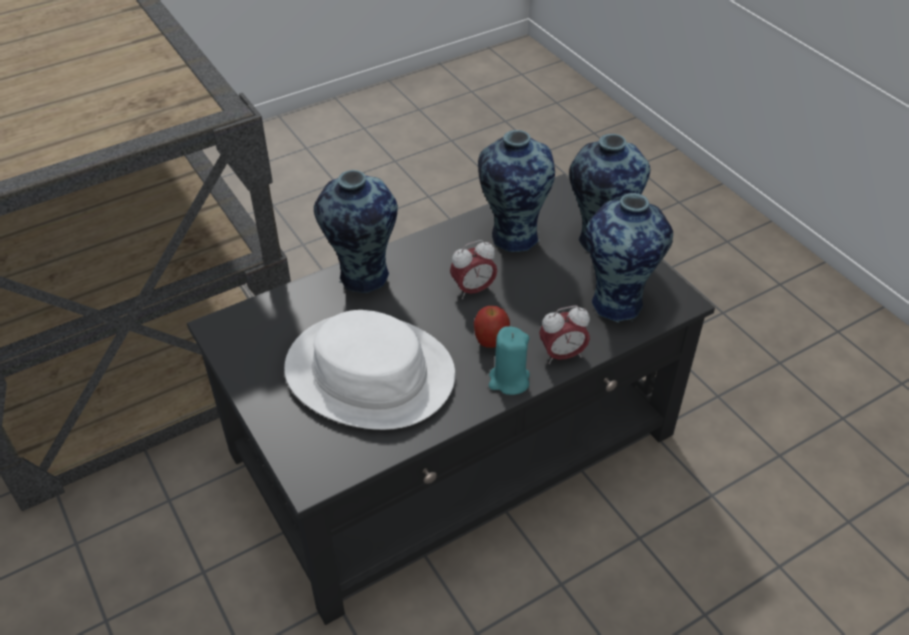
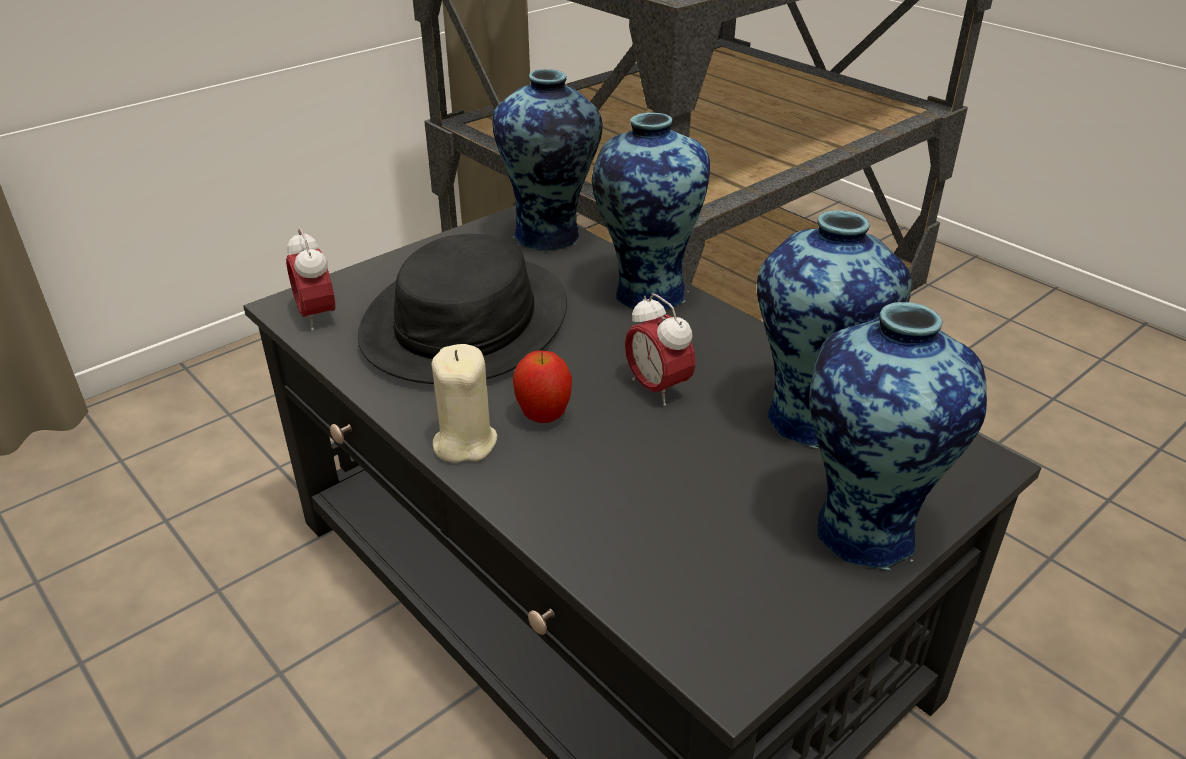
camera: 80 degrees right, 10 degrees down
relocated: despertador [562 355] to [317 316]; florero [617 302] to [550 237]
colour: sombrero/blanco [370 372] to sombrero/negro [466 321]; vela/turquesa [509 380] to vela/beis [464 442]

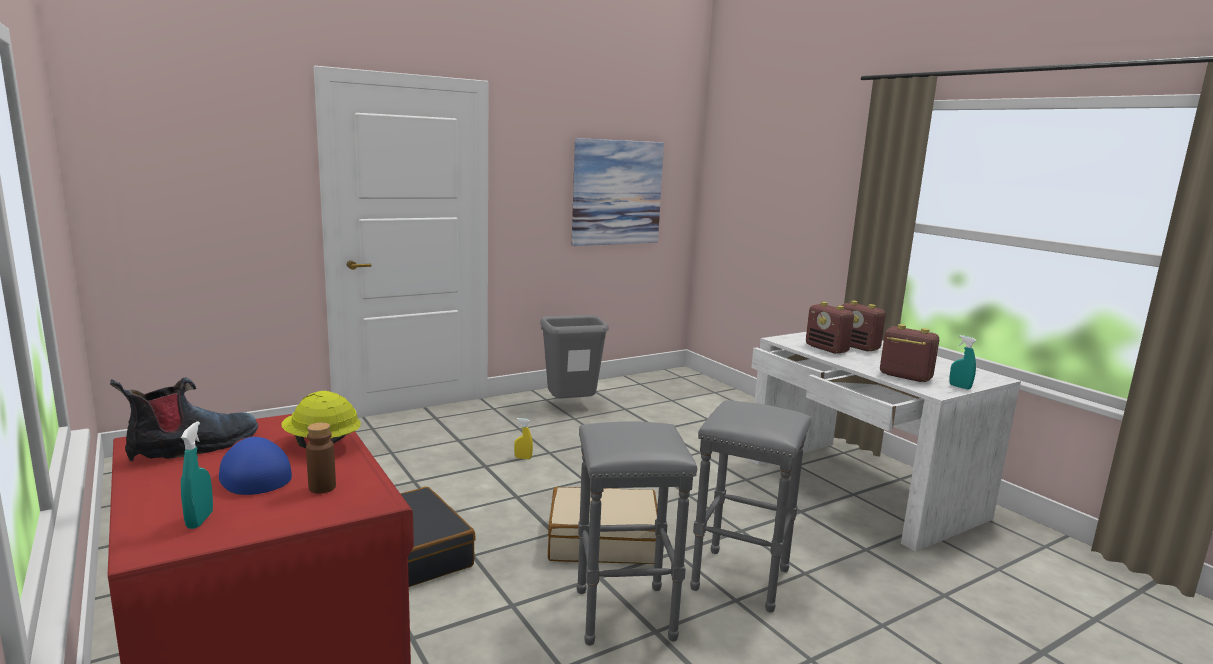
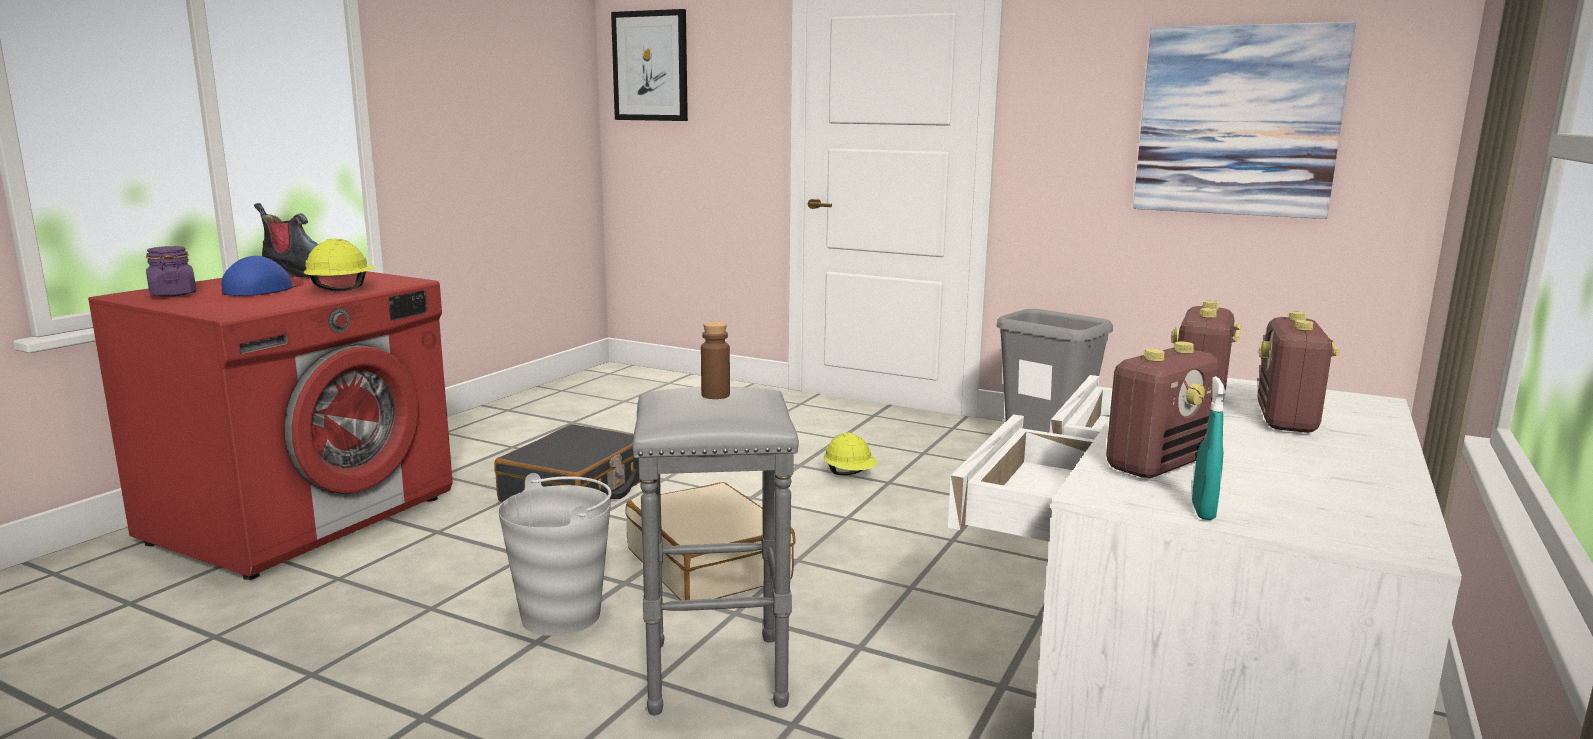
camera: 60 degrees right, 0 degrees up
appeared: cuadro [650 66]
relocated: botella/marrón [322 487] to [715 395]
exchanged: pulverizador/turquesa [199 520] to tarro/morado [173 294]; pulverizador/amarillo [523 458] to casco/amarillo [850 475]; taburete/gris [626 612] to cubo/gris [562 615]
spun: radio [904 376] = [1157 464] 45 degrees clockwise

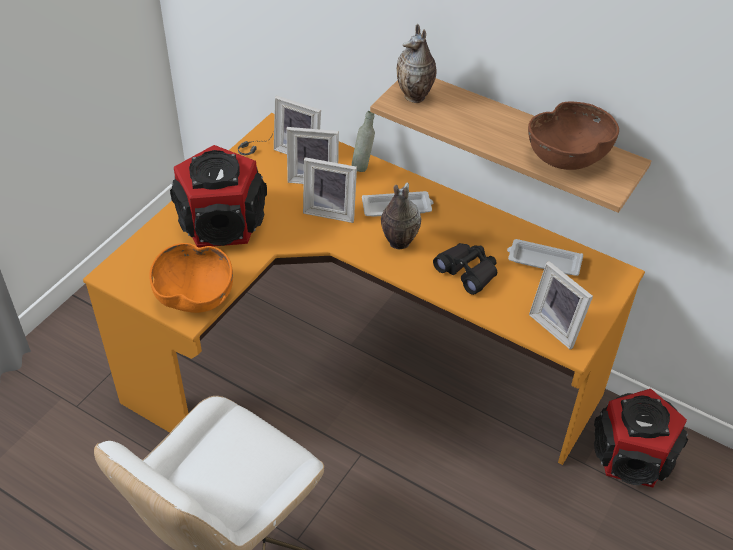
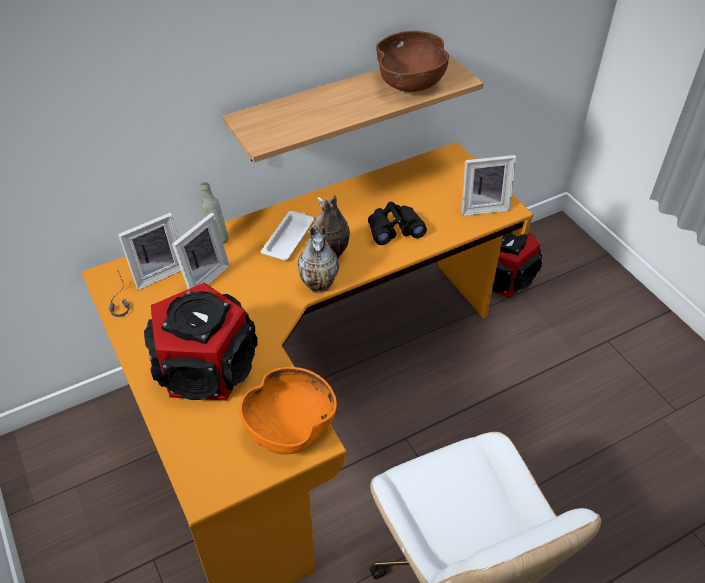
camera: 60 degrees left, 0 degrees up
missing: portarretratos [331 210]; bandeja/blanco [543 261]
relocated: florero [416 97] to [320 285]

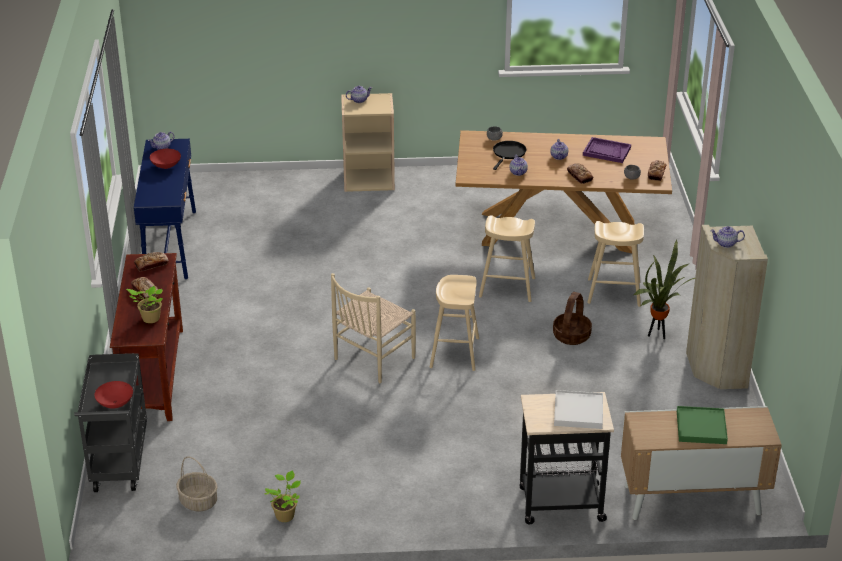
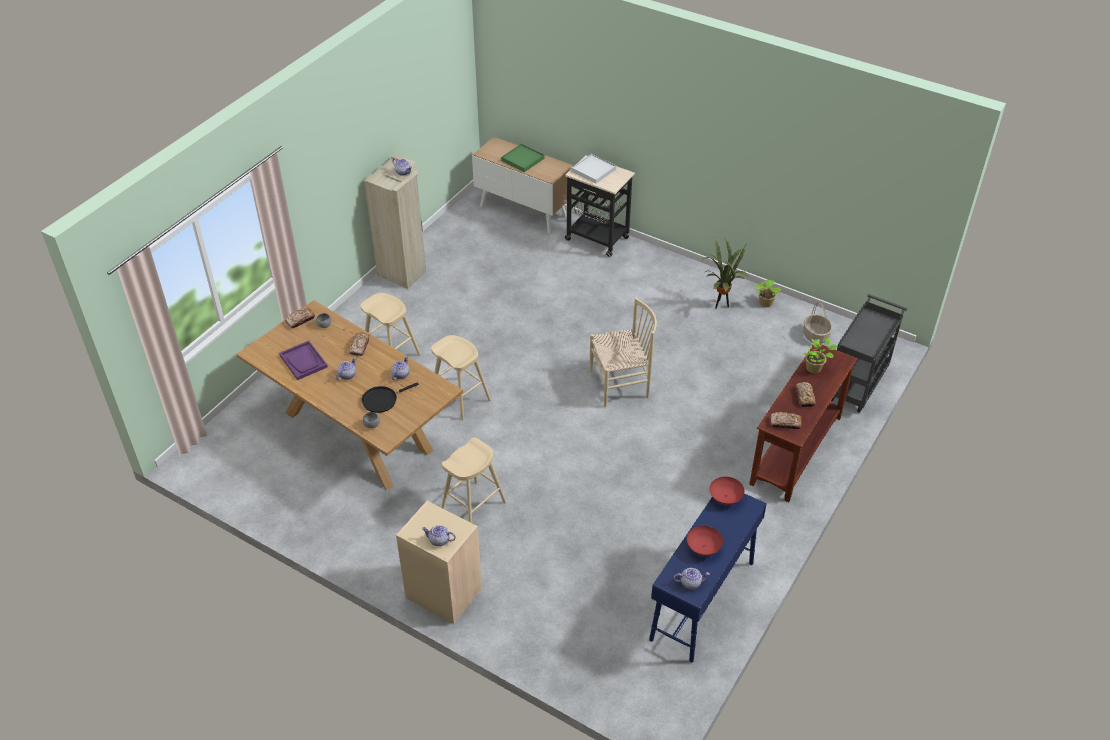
camera: 145 degrees left, 10 degrees up
missing: cesta [571 336]
relocated: cuenco/rojo [116 404] to [725 498]; taburete/beis [454 353] to [473 506]; planta en maceta [657 334] to [720 305]

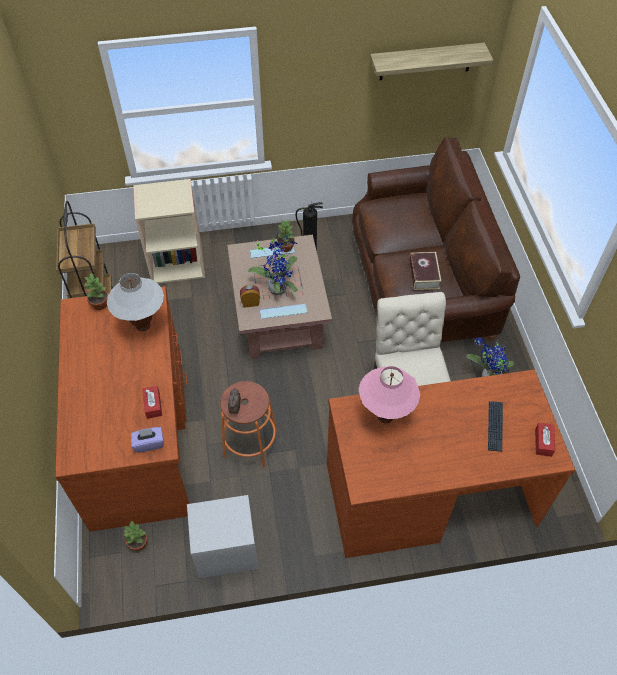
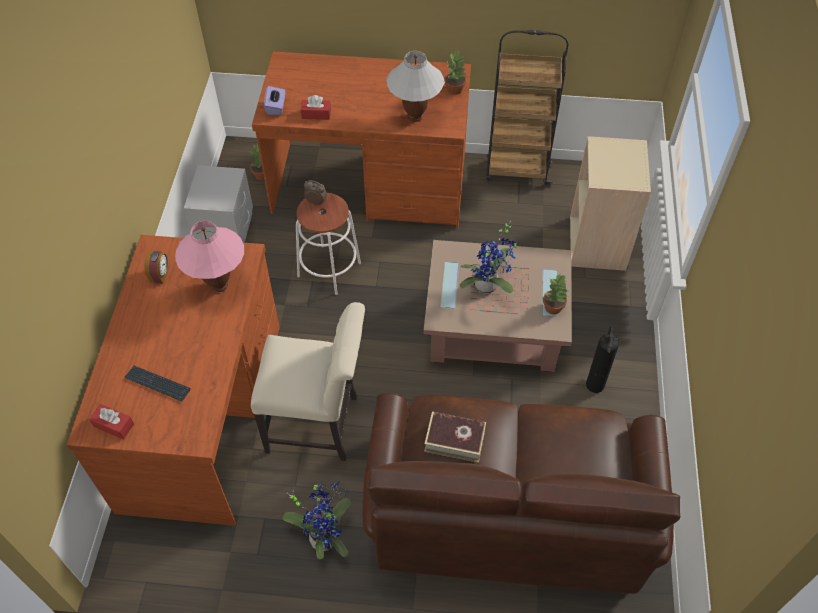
camera: 105 degrees right, 0 degrees up
missing: estante [425 61]
relocated: despertador [250 302] to [160 275]
colour: taburete/naranja [250 443] to taburete/blanco [329 269]

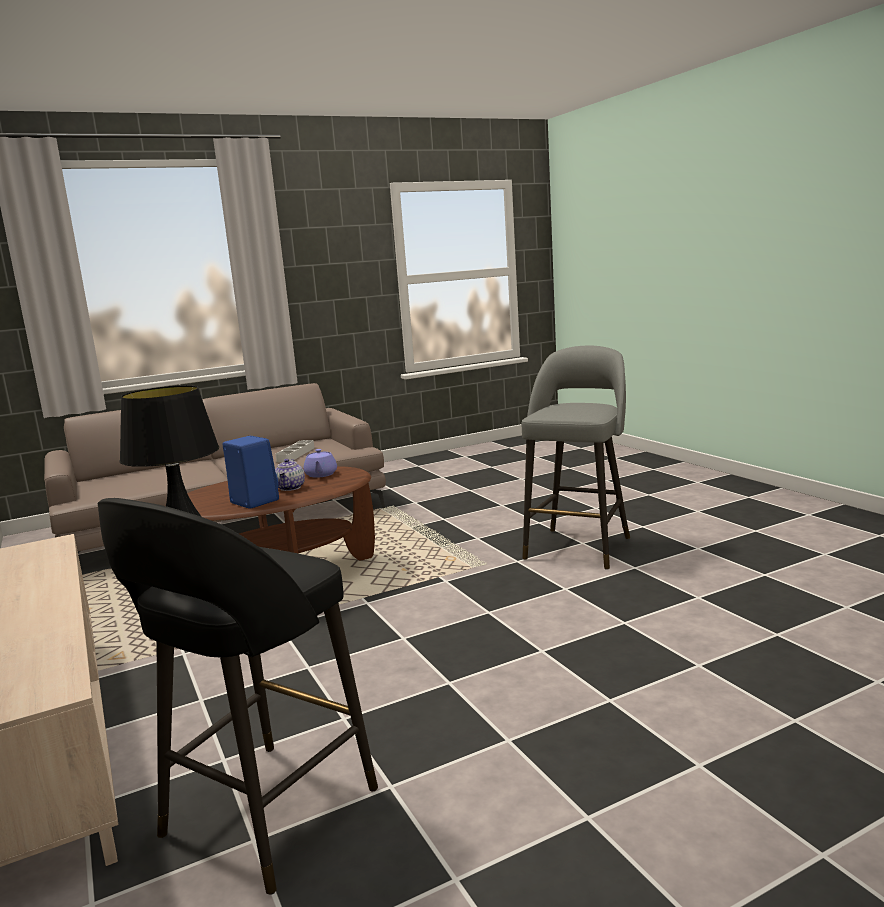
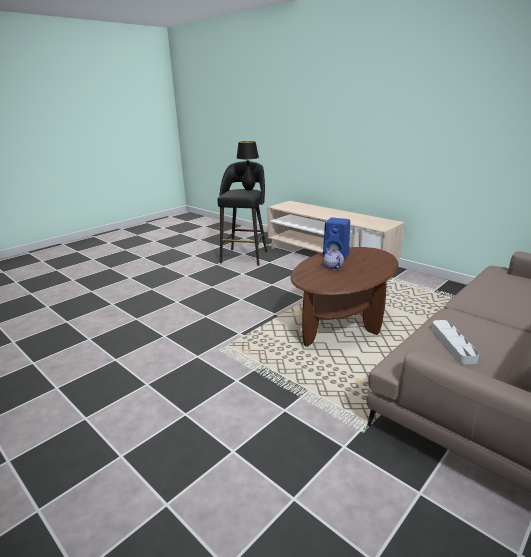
camera: 160 degrees right, 10 degrees up
missing: tetera/morado [321 475]; taburete/gris [579 547]

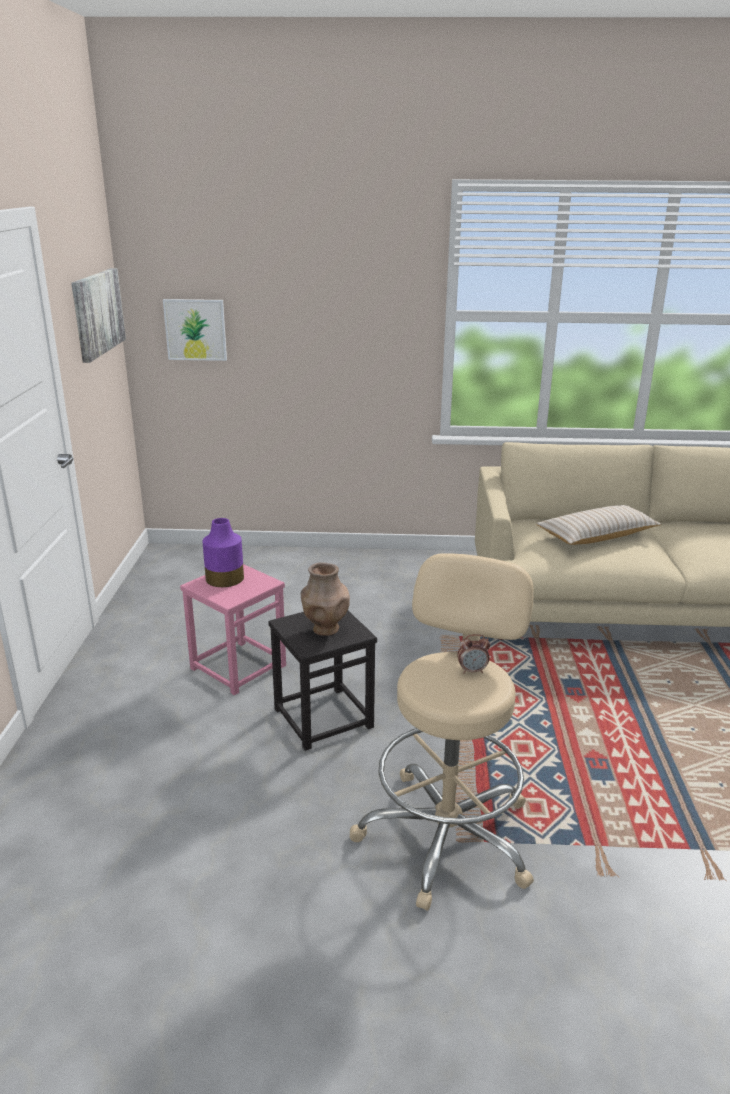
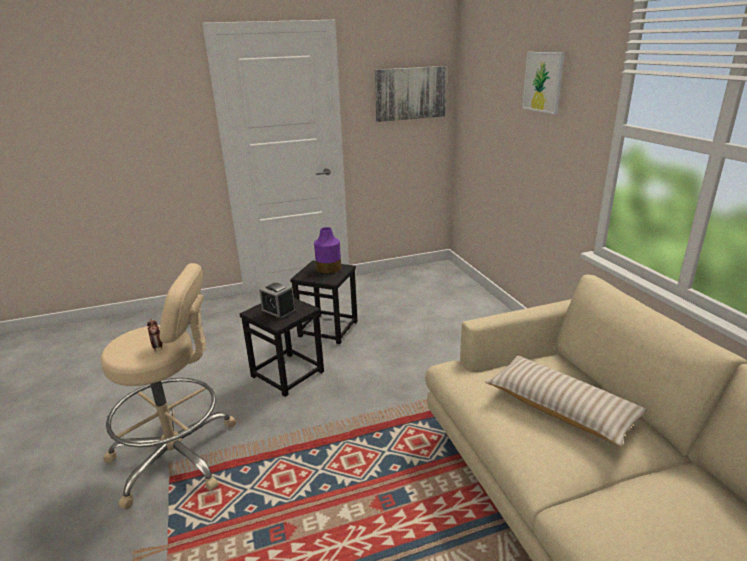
camera: 70 degrees right, 0 degrees up
relocated: cuadro [195 329] to [543 82]
exchanged: florero/marrón [325 629] to despertador [278 311]
colour: taburete/rosa [238 667] to taburete/negro [328 329]

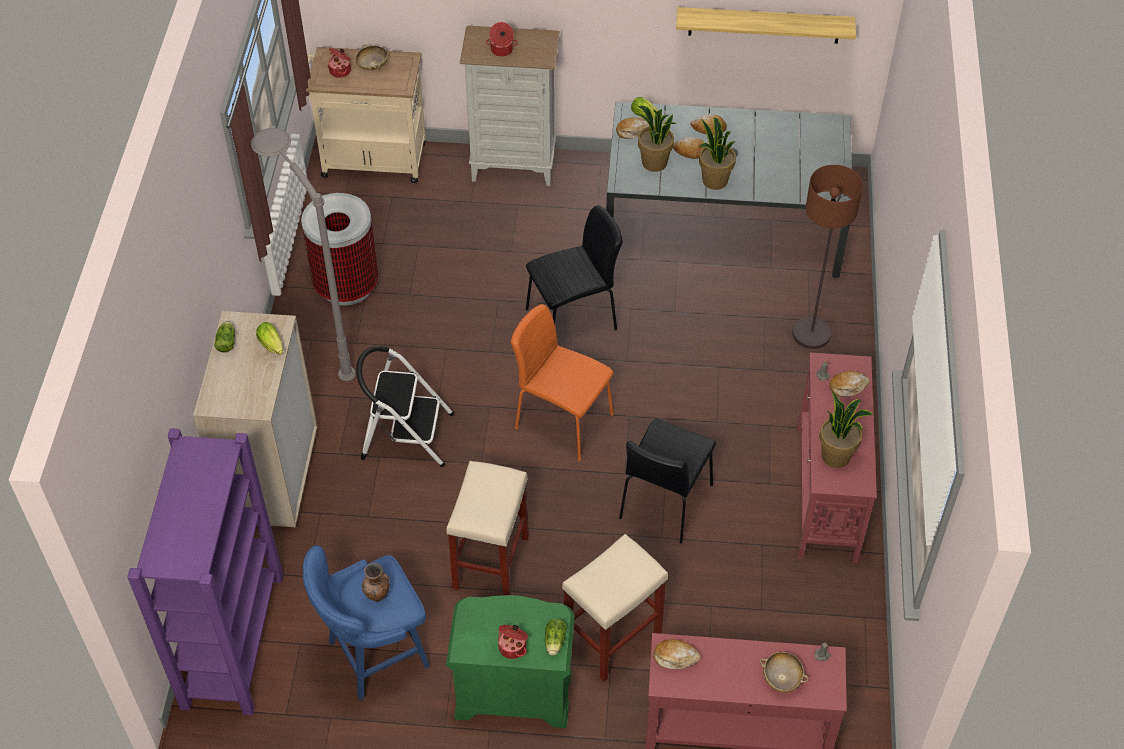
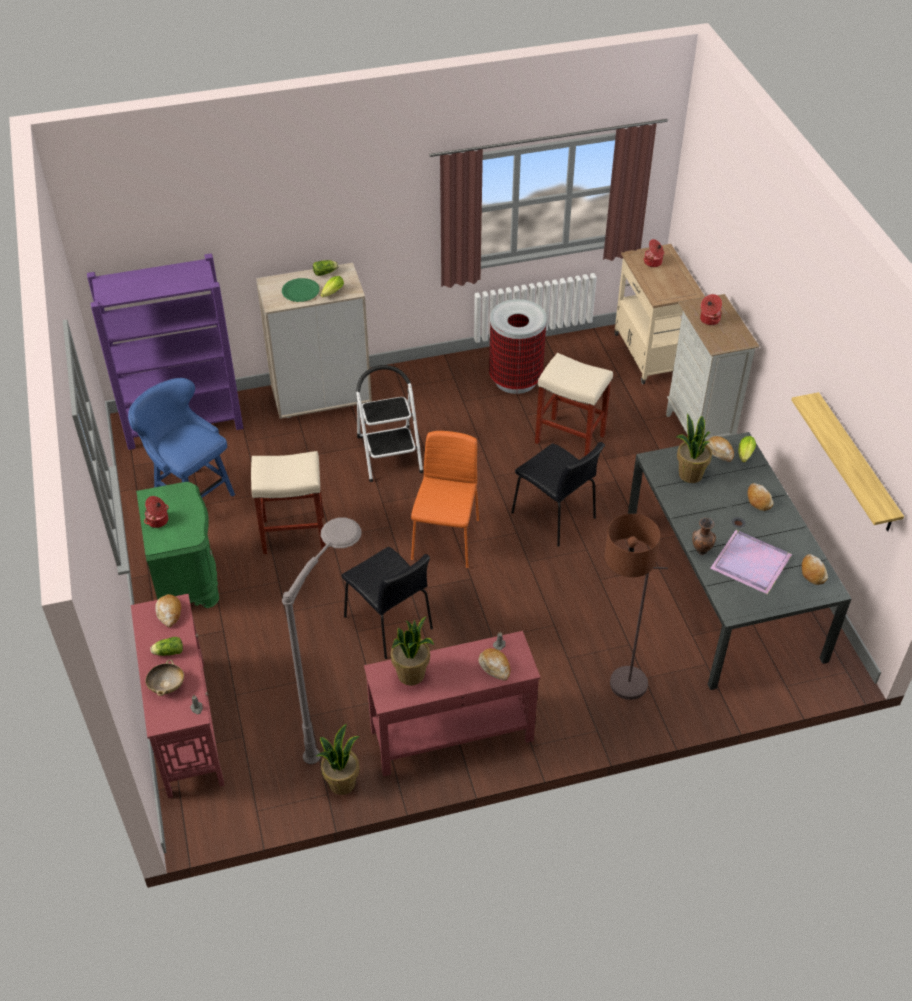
camera: 70 degrees right, 5 degrees down
missing: cuenco/beis [372 66]
appeared: plato/verde [300 291]; bandeja/morado [751 564]
relocated: lámpara de pie/gris [317 340] to [344 717]; florero/marrón [378 597] to [700 551]; lechuga [554 642] to [167 652]; taburete/beis [612 637] to [571 439]; pan [690 151] to [812 572]; planta en maceta [714 181] to [341 783]
spun: silla/negro [664 504] = [390 624] 135 degrees counterclockwise

